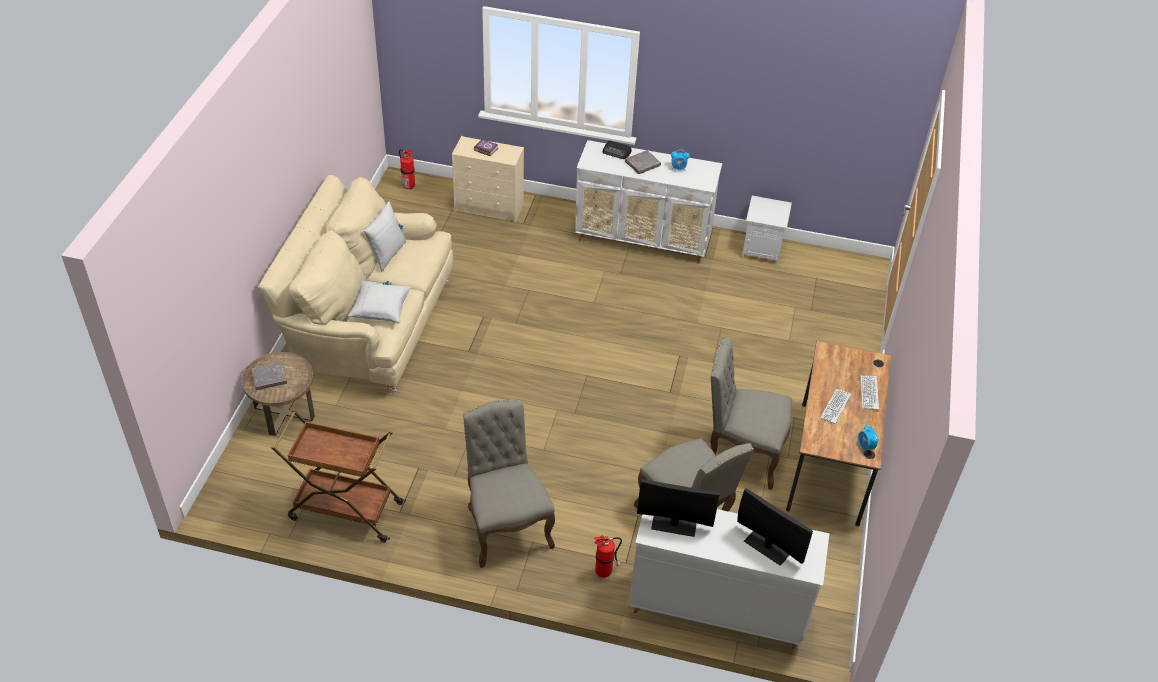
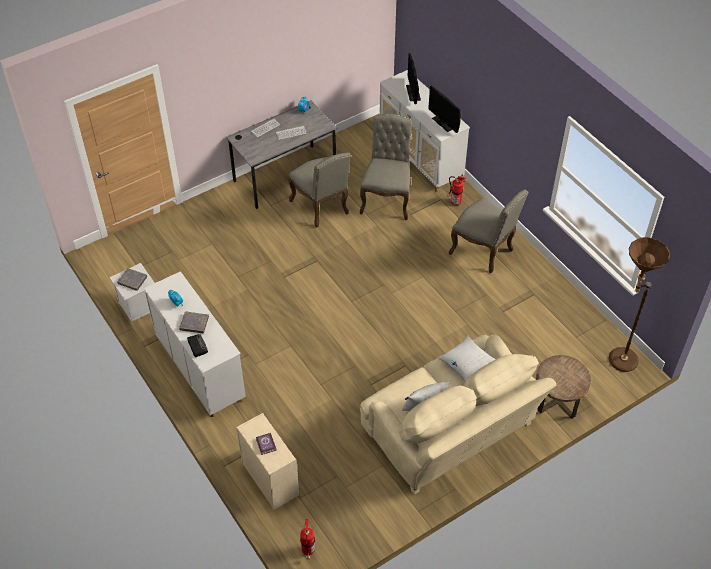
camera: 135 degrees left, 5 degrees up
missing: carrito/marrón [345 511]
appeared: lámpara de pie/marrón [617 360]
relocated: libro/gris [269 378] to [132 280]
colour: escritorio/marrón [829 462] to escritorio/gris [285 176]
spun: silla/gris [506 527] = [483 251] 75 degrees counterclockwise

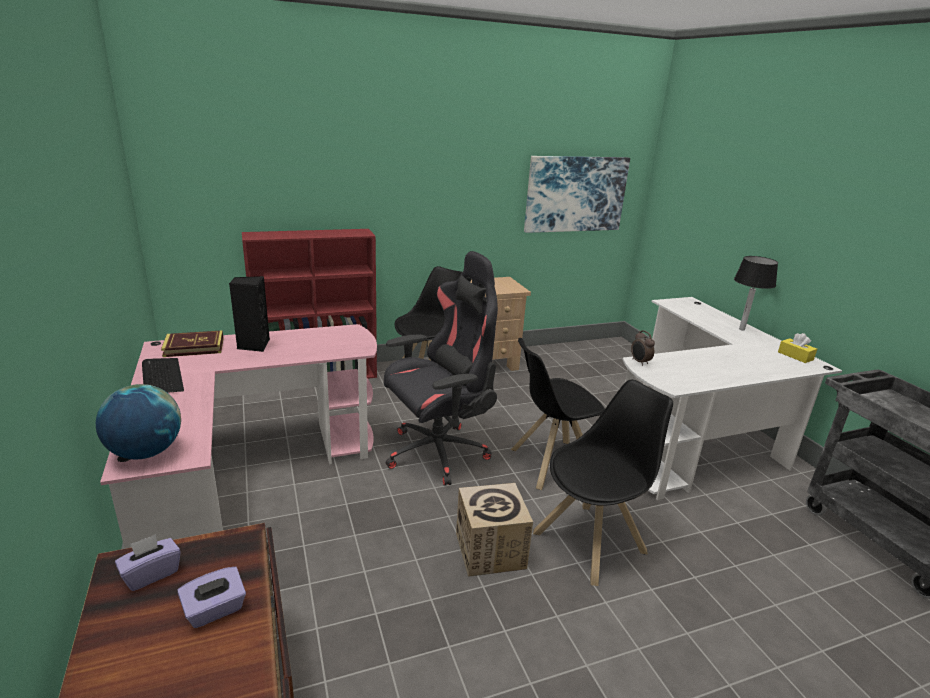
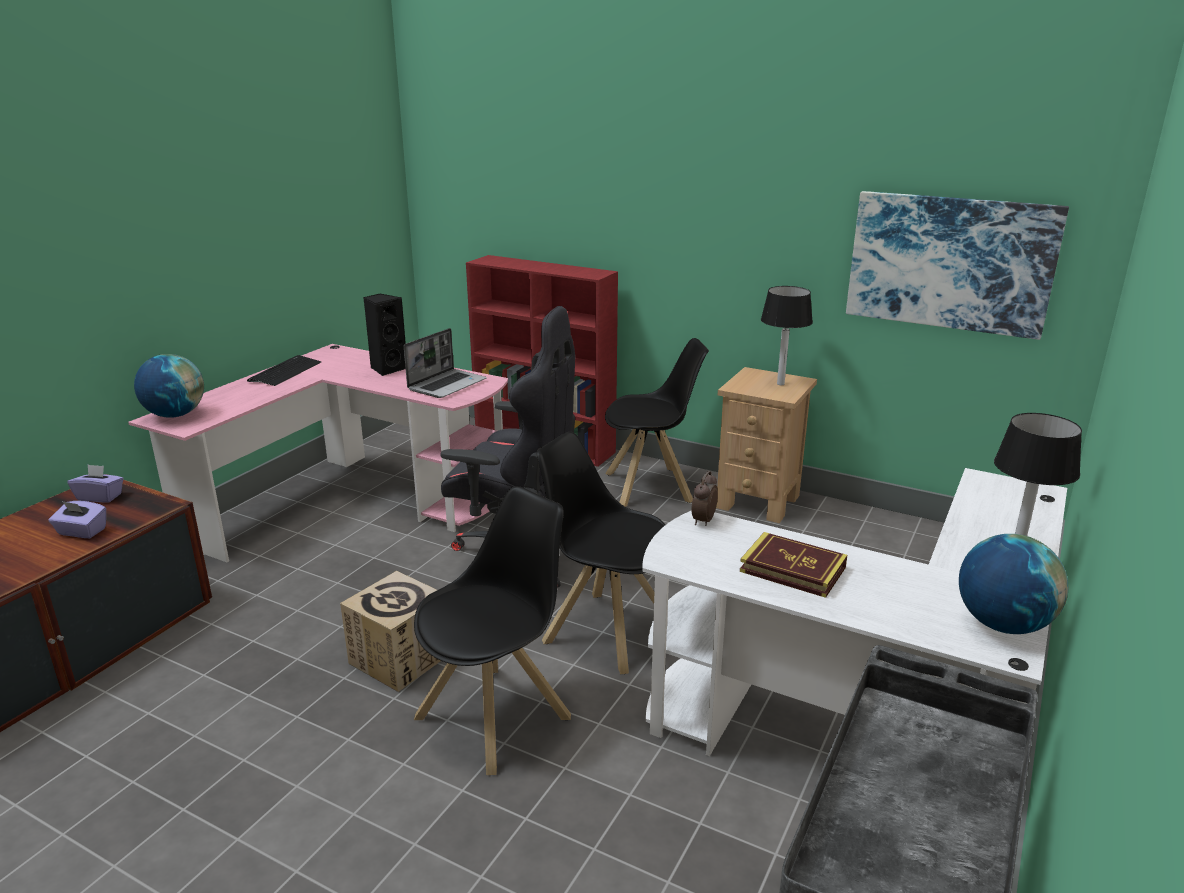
camera: 50 degrees right, 0 degrees up
appeared: portátil [447 385]; lámpara de mesa [780 384]
relocated: libro [194 347] to [792 569]
exchanged: caja de pañuelos/amarillo [795 356] to globo terráqueo [1002 624]
spun: silla/negro [592 541] = [496 715] 60 degrees counterclockwise

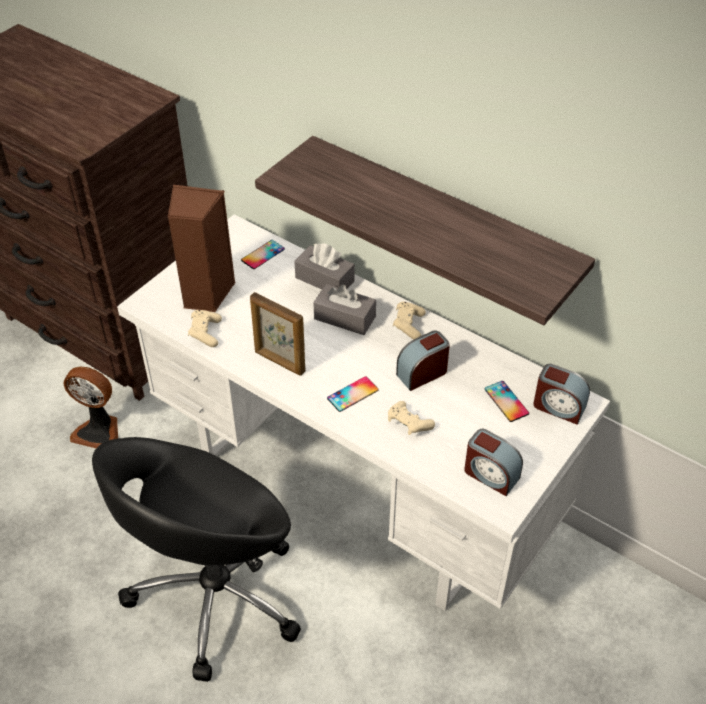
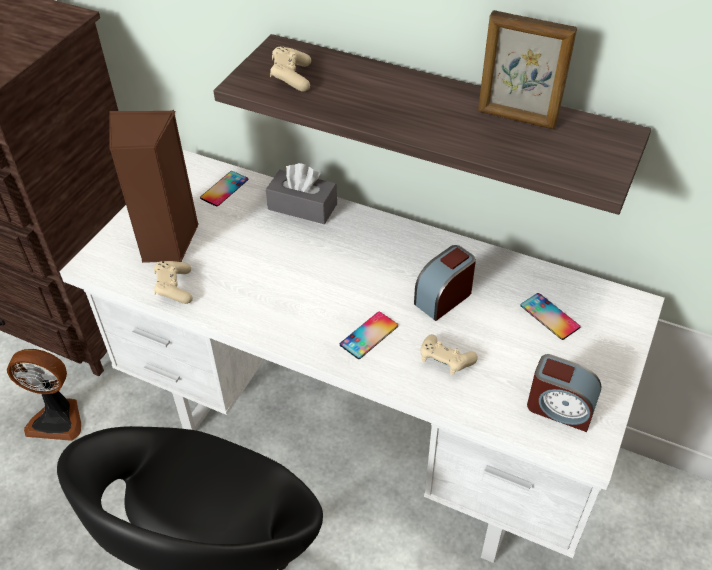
camera: 10 degrees left, 0 degrees up
missing: caja de pañuelos/gris [345 318]; despertador [558 407]
relocated: portarretratos [279 362] to [516 119]; mando de consola/beis [408 325] to [291 78]

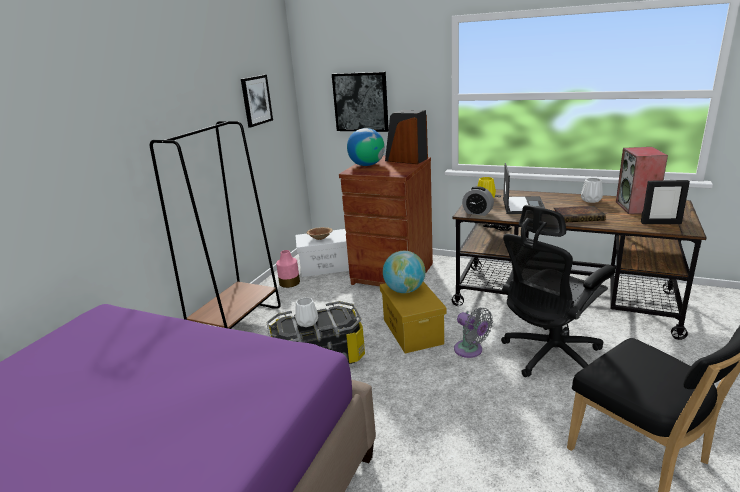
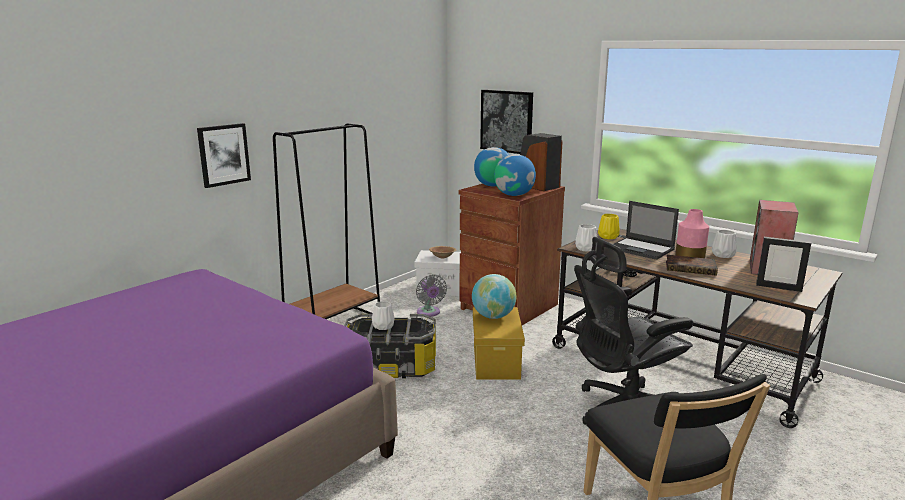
camera: 15 degrees right, 5 degrees down
appeared: globo terráqueo [514 195]
relocated: cuadro [256 100] to [223 154]; florero/rosa [290 282] to [690 255]; ventilador/gris [470 351] to [429 313]
exchanged: despertador [477 213] to florero/blanco [586 249]
spun: portátil [523 205] = [642 249] 105 degrees clockwise

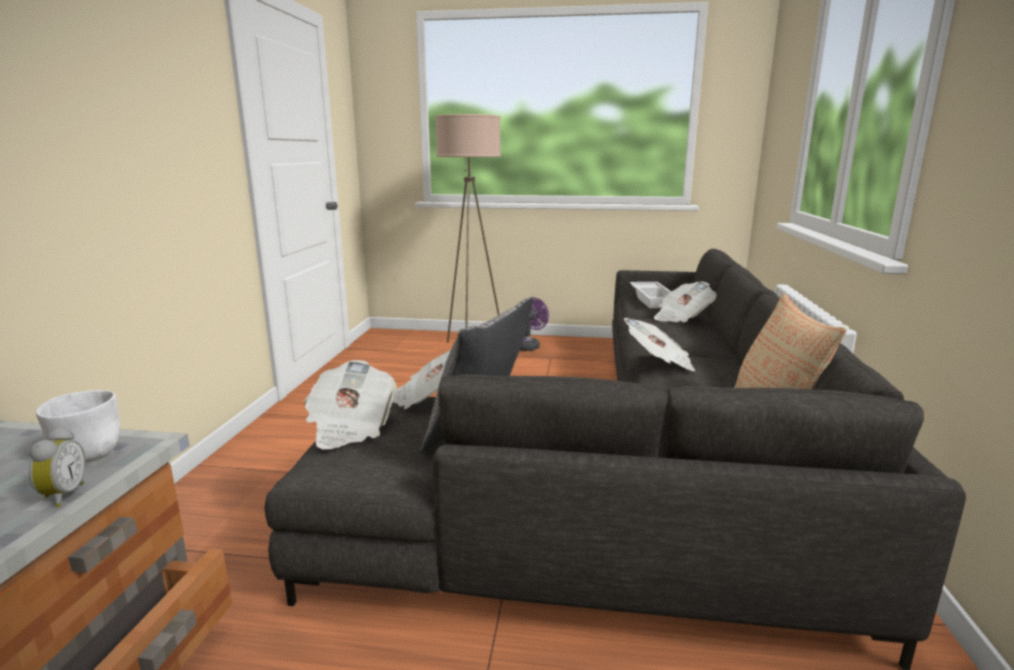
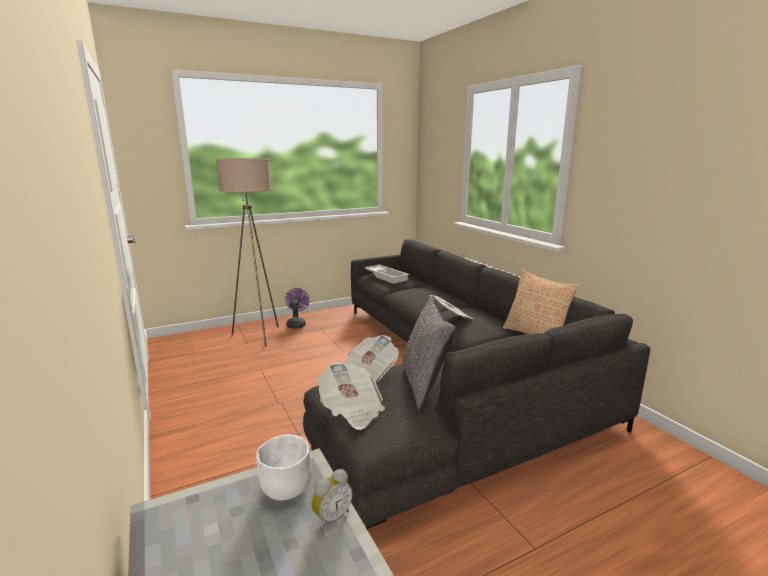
camera: 35 degrees left, 0 degrees up
missing: periódico [681 317]
spun: despertador [62 496] = [331 517] 90 degrees clockwise

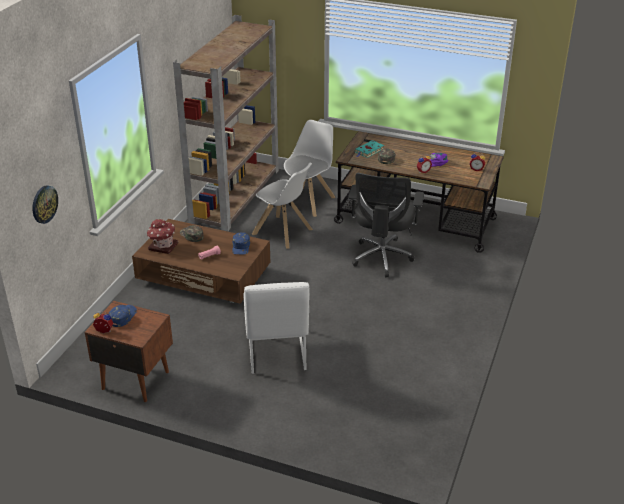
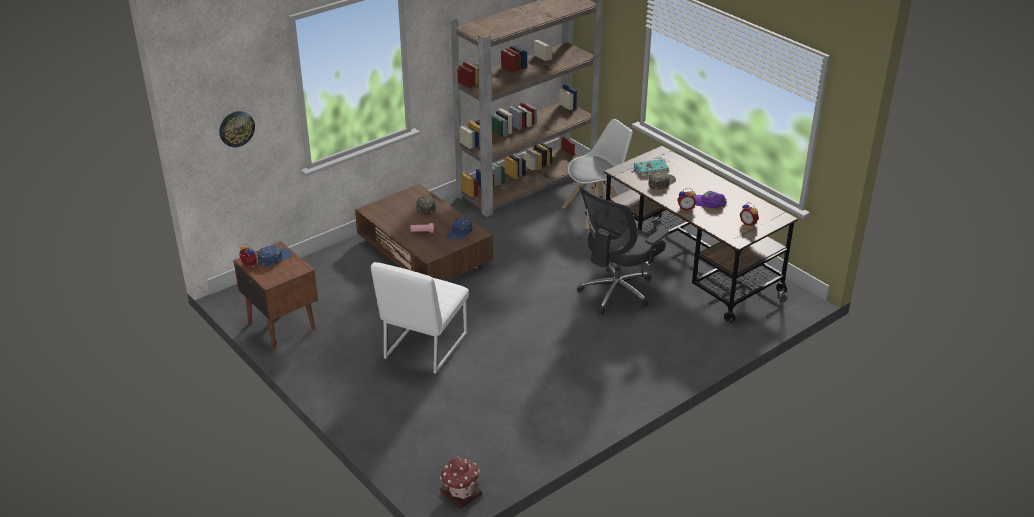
camera: 30 degrees right, 0 degrees up
missing: silla [284 232]
relocated: casita [162 246] to [460 492]

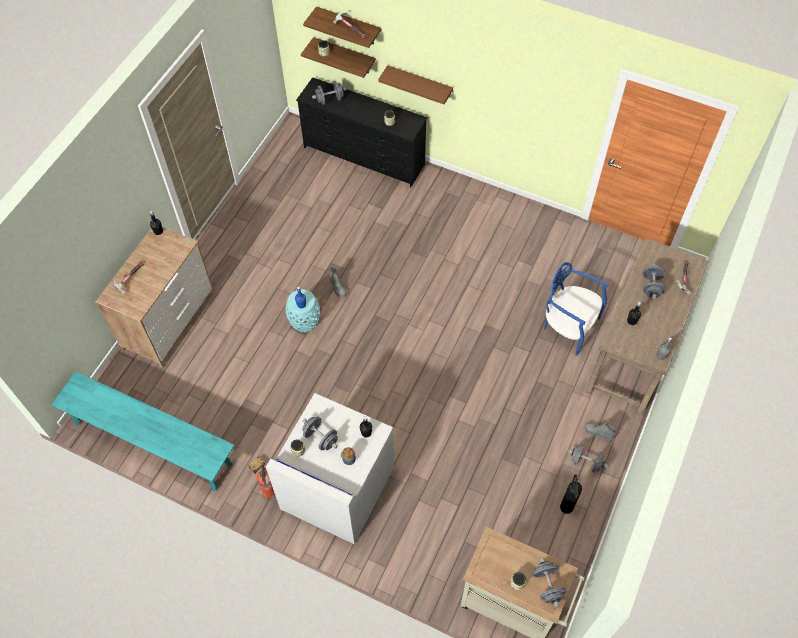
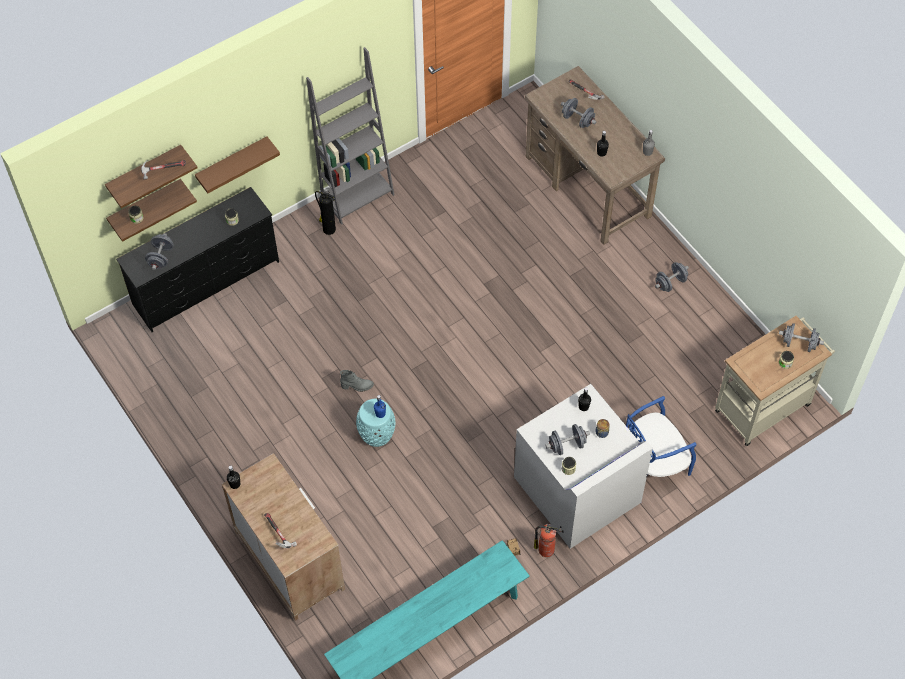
camera: 60 degrees left, 0 degrees up
missing: bota/gris [598 433]
appeared: estantería/gris [357 197]
relocated: silla/azul [568 326] to [653 462]; extintor [566 506] to [328 229]

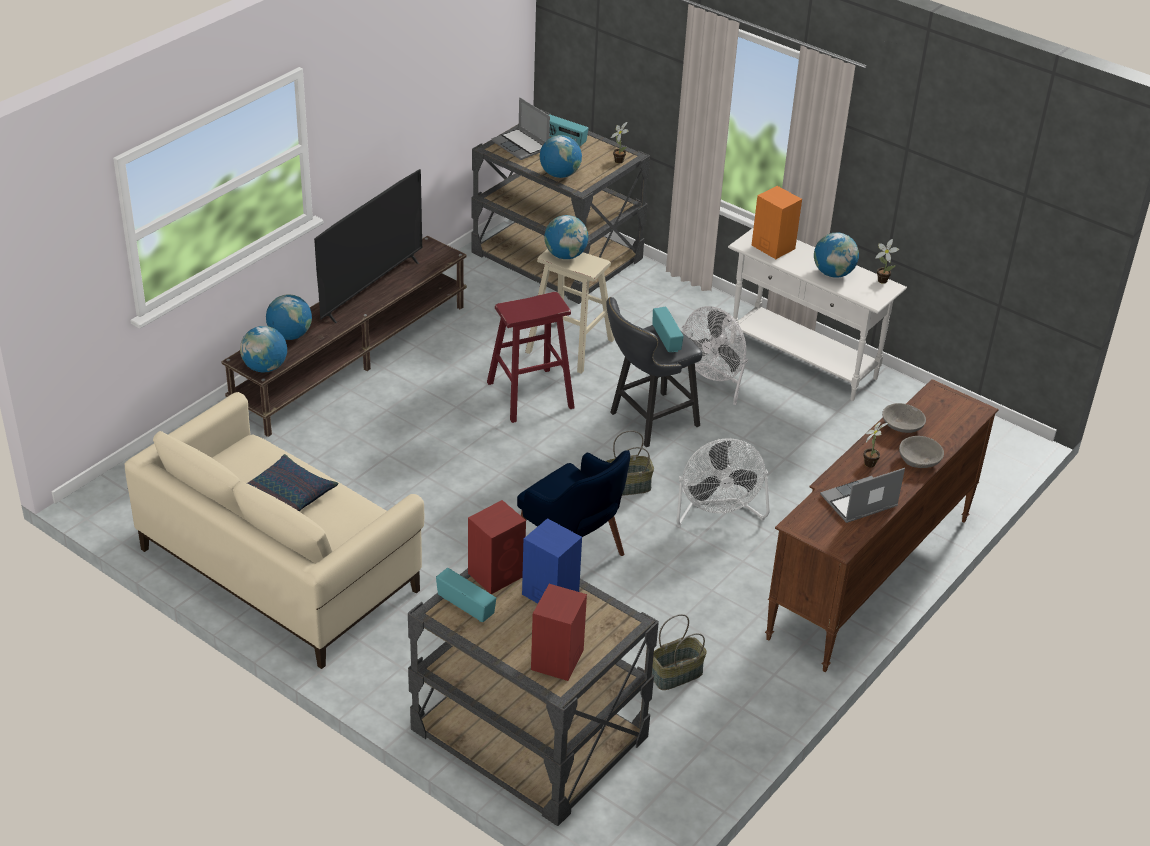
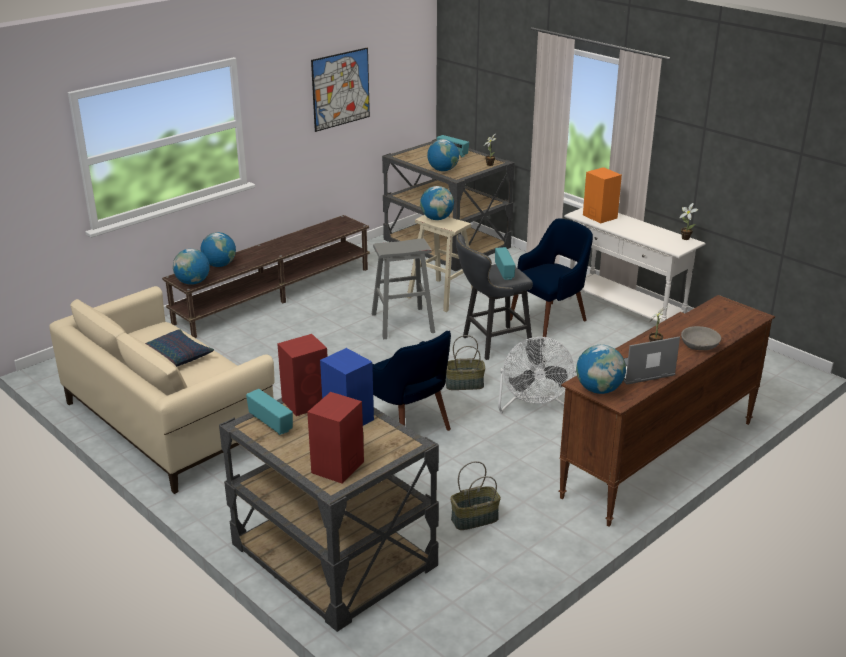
camera: 10 degrees right, 10 degrees down
missing: televisor [371 289]; portátil [521 145]; cuenco/gris [902 426]
appeared: cuadro [341 89]
relocated: globo terráqueo [833 273] to [599 390]
exchanged: ventilador/blanco [712 378] to sillón/azul [549 319]
colour: taburete/rojo [530 395] to taburete/gris [402 323]

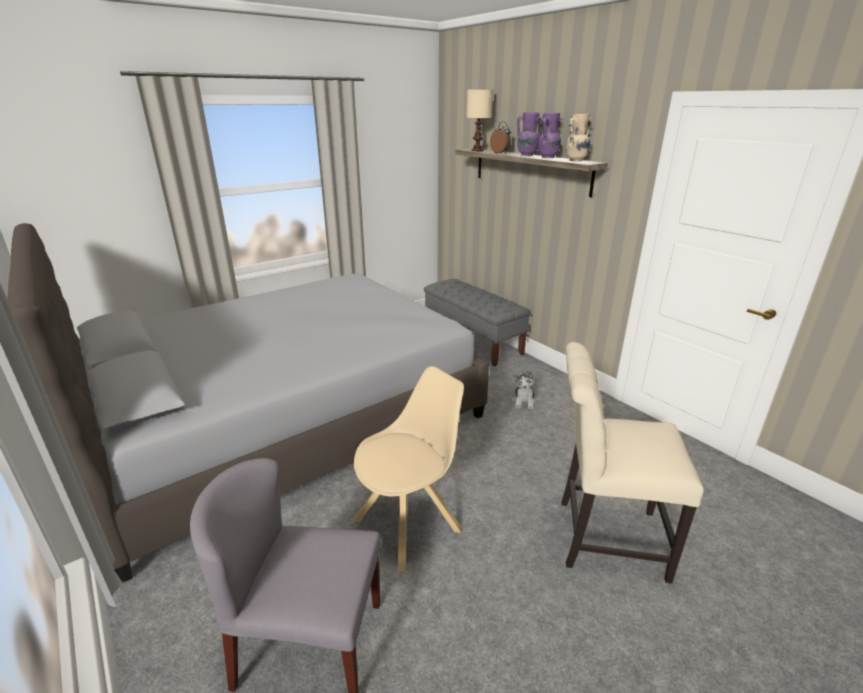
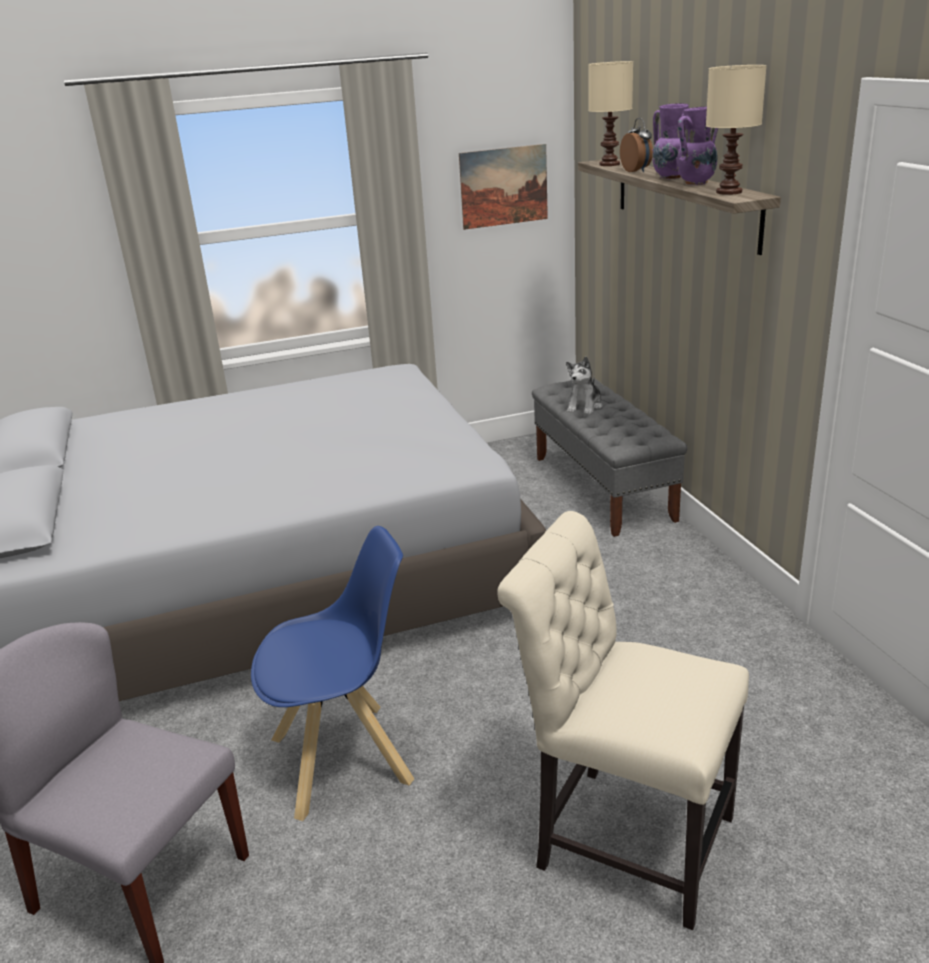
camera: 20 degrees right, 0 degrees up
appeared: cuadro [504 186]
relocated: peluche [523 401] to [585 406]
exchanged: florero/beis [575 160] to lámpara de mesa/beis [729 192]
colour: silla/beis [410 523] to silla/azul [346 758]

